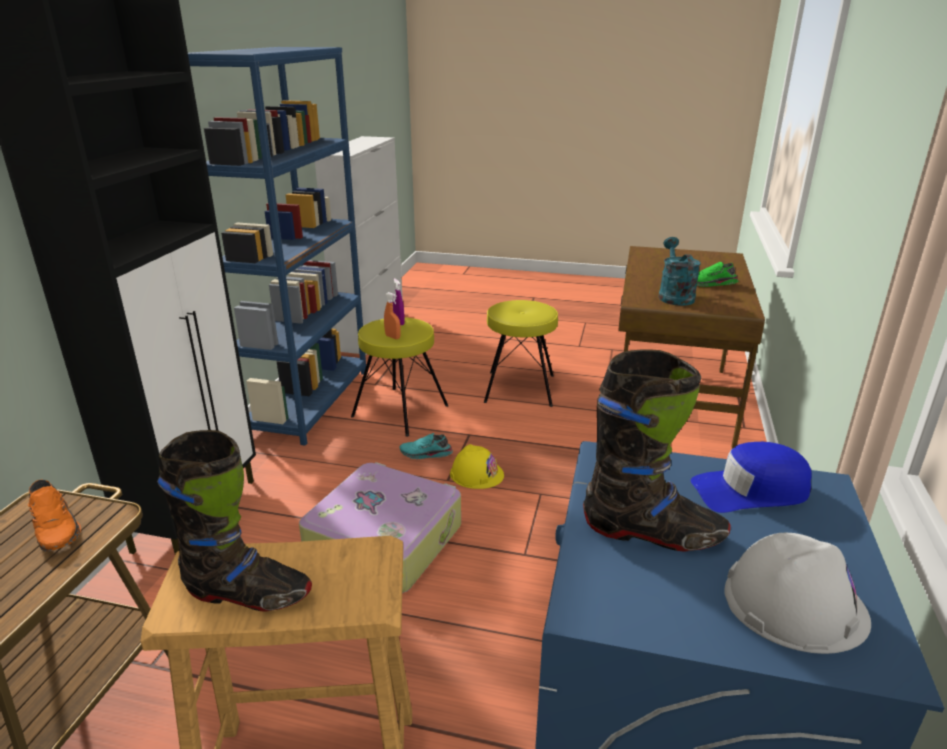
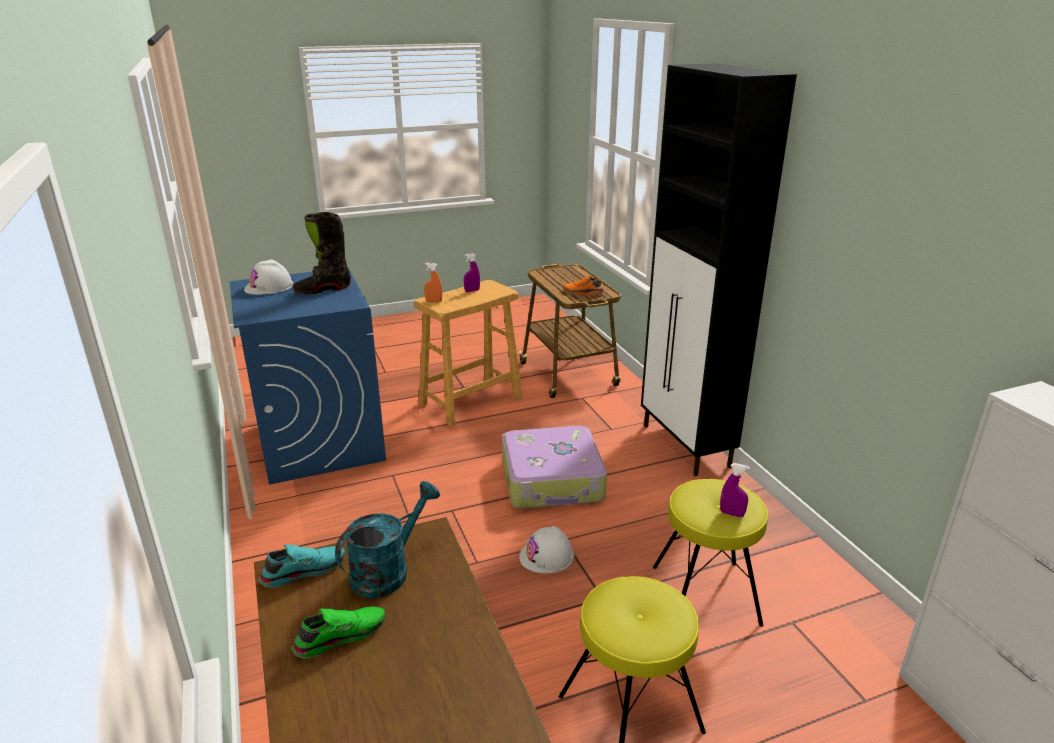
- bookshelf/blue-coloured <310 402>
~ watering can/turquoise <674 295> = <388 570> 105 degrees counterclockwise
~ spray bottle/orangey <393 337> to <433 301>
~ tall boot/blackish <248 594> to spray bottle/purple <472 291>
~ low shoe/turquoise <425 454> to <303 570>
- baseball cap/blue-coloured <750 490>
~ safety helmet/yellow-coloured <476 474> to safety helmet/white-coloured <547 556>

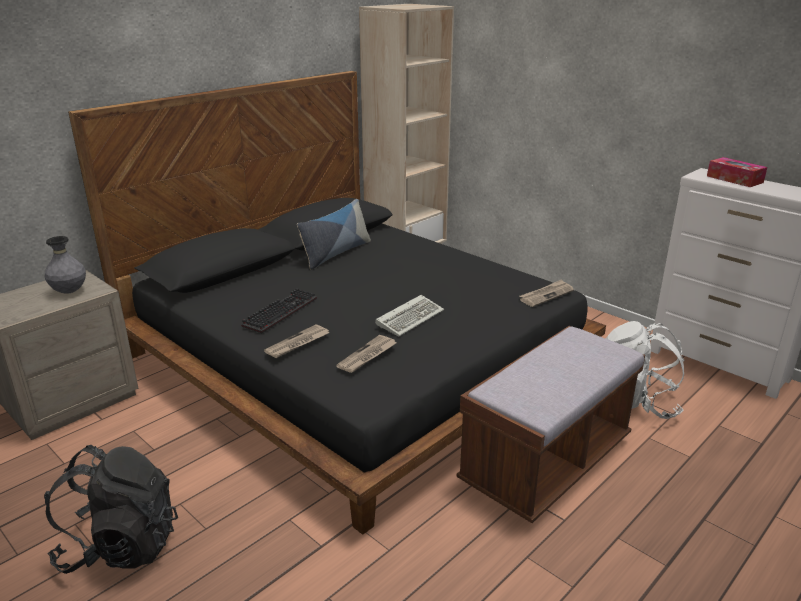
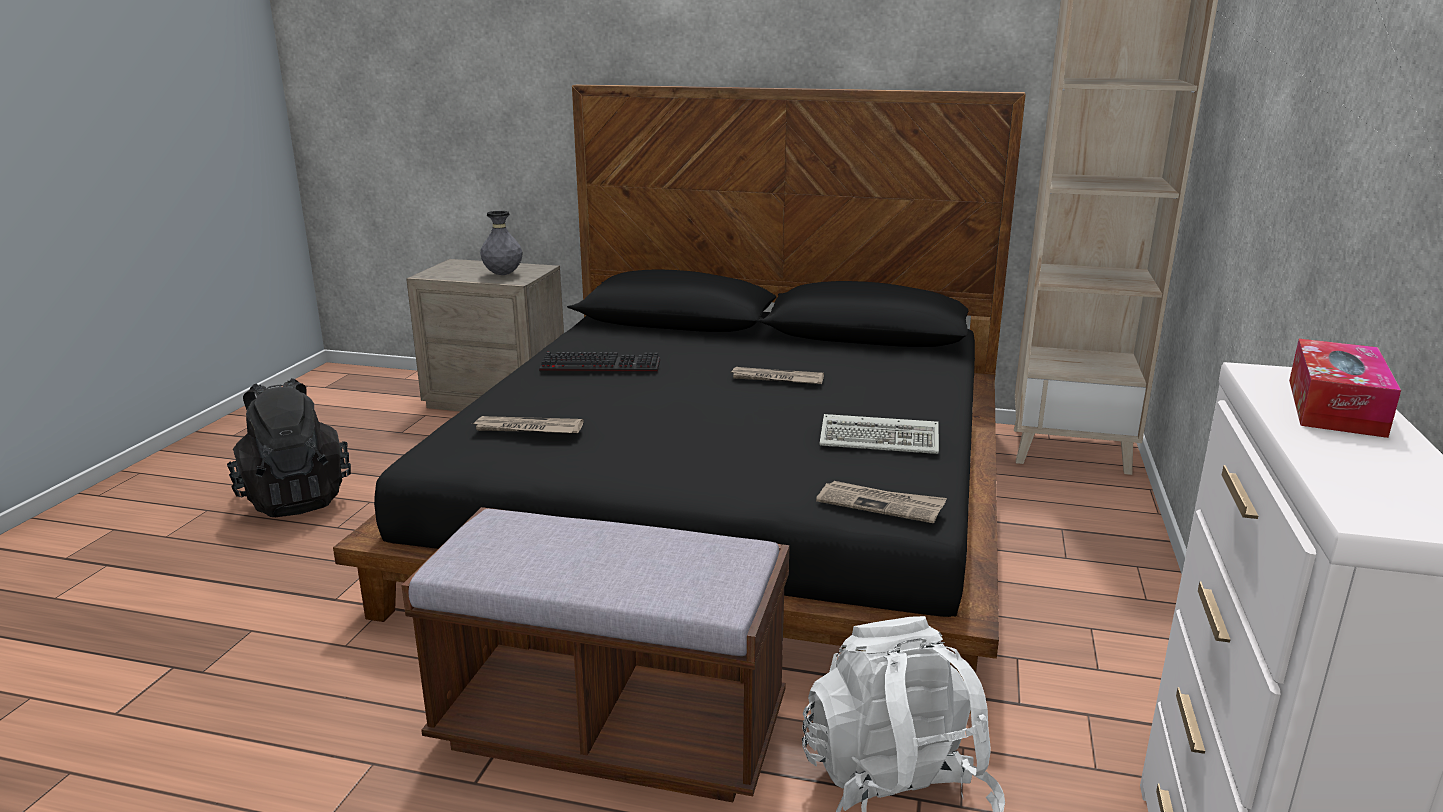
- throw pillow <336 253>
~ PC keyboard <410 317> to <882 440>
~ printed paper <297 343> to <776 379>

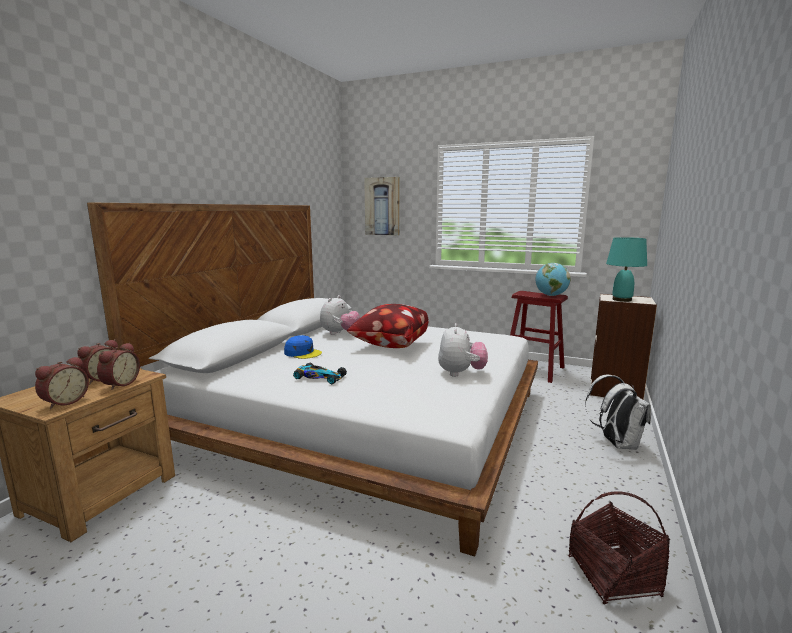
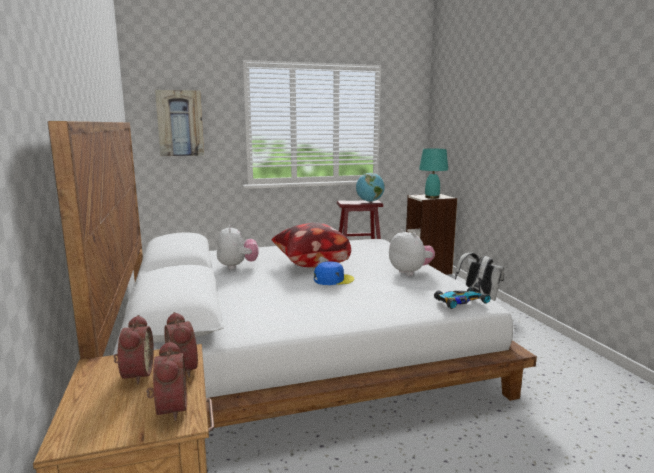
~ baseball cap/blue-coloured <303 353> to <333 279>
~ model car <319 377> to <460 301>
- basket <613 576>

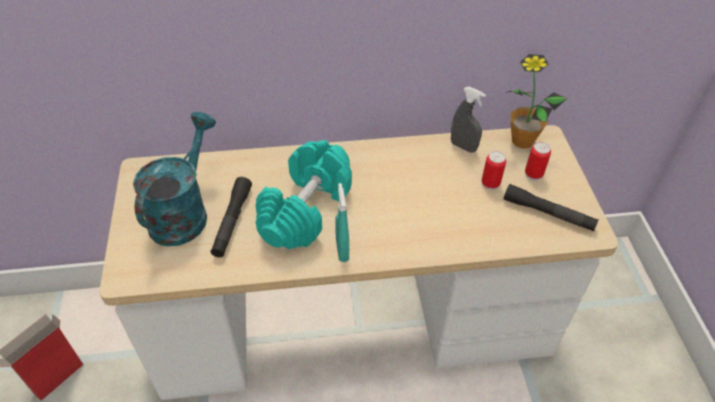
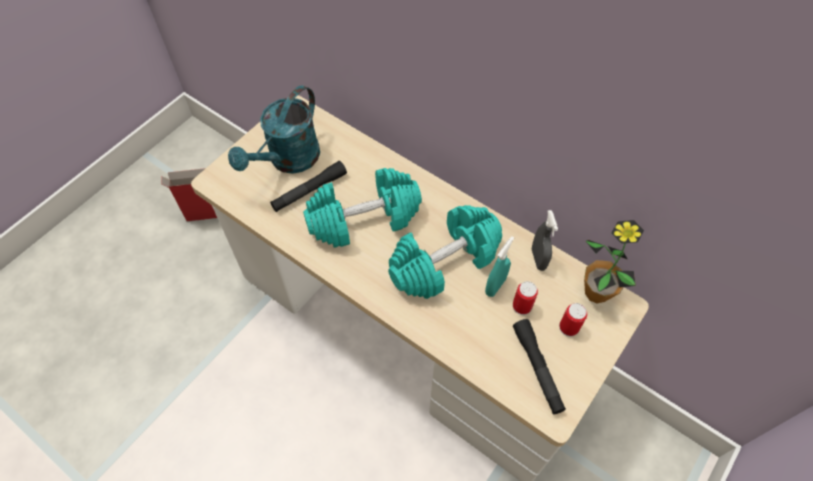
~ watering can/turquoise <183 212> = <288 161> 150 degrees clockwise
~ spray bottle/turquoise <342 250> to <495 286>
+ dumbbell/turquoise <444 261>

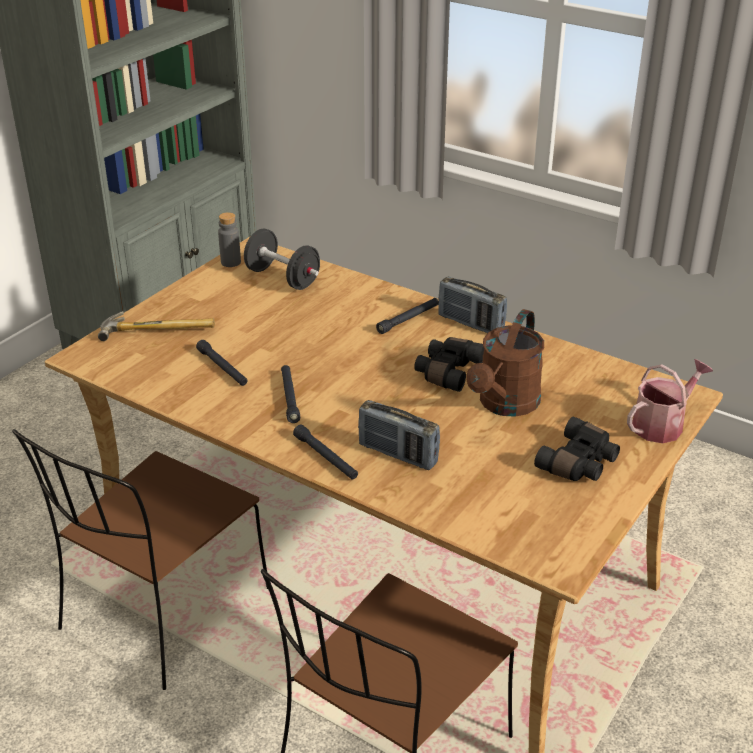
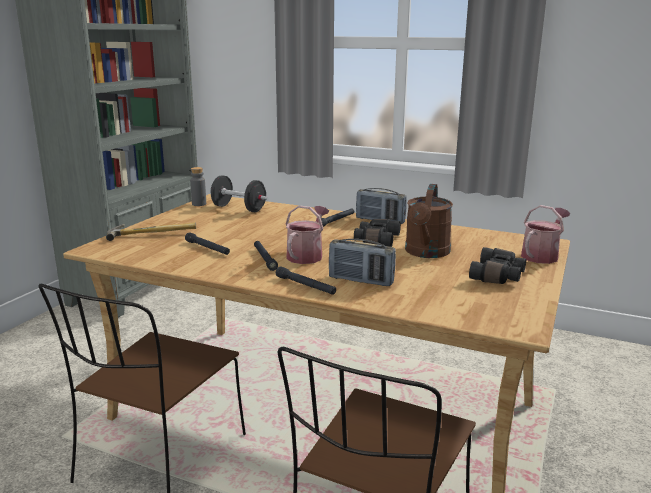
+ watering can <307 255>

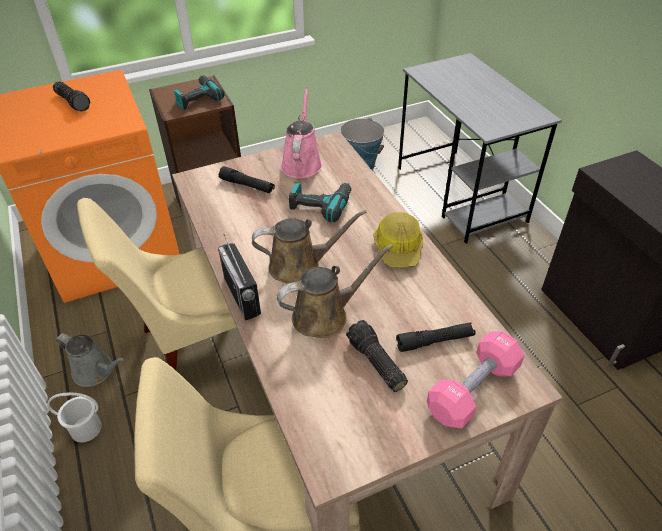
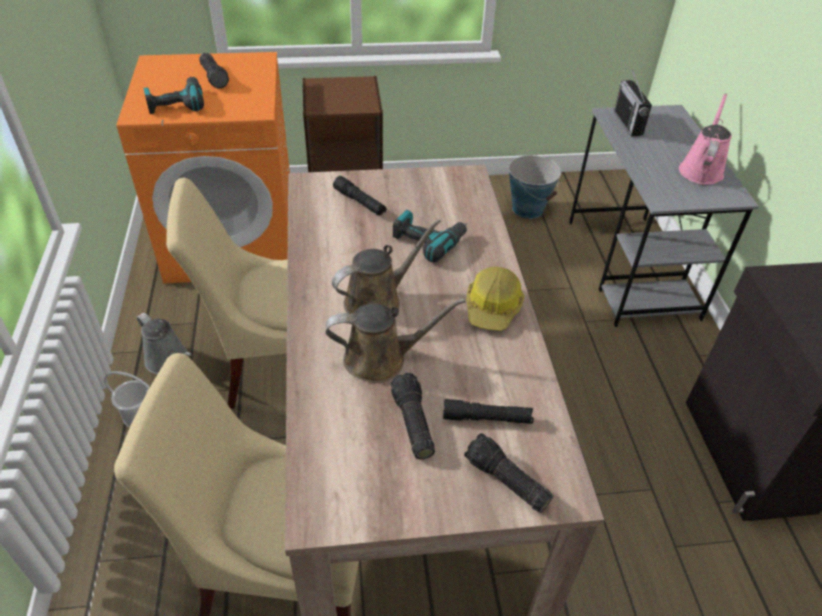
~ drill <197 98> to <176 103>
~ watering can/pinkish <302 163> to <701 169>
~ watering can/brownish <300 266> = <377 300> 45 degrees counterclockwise
~ radio set <242 296> to <628 123>
~ dumbbell/pinkish <473 389> to flashlight <505 481>

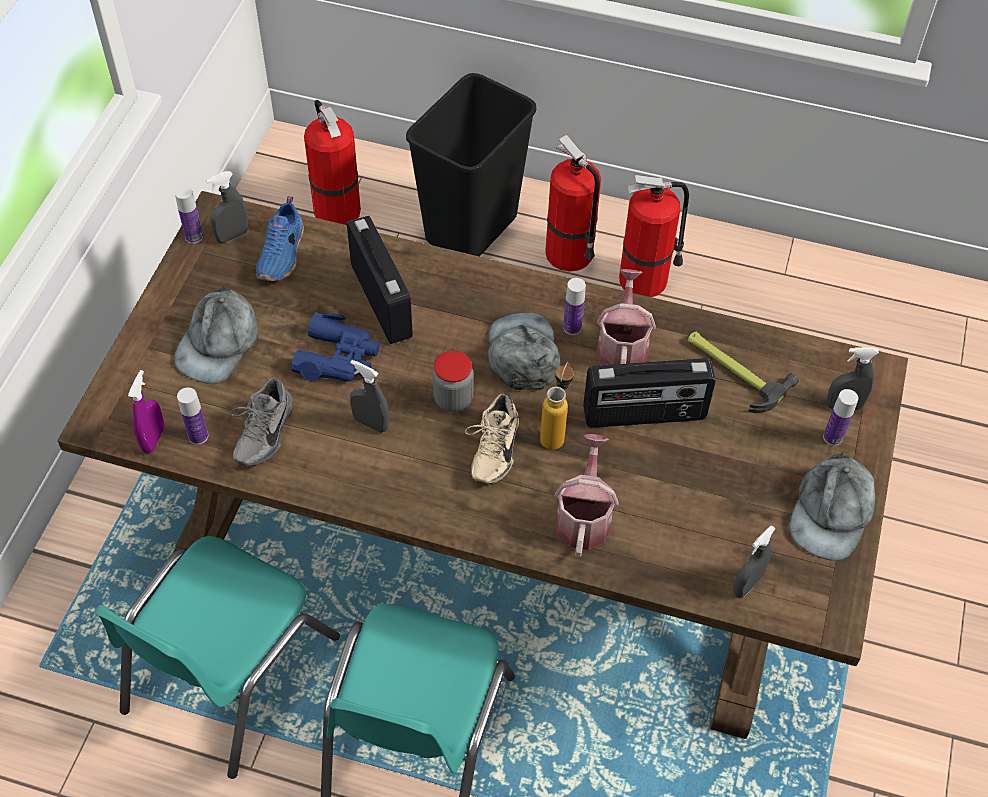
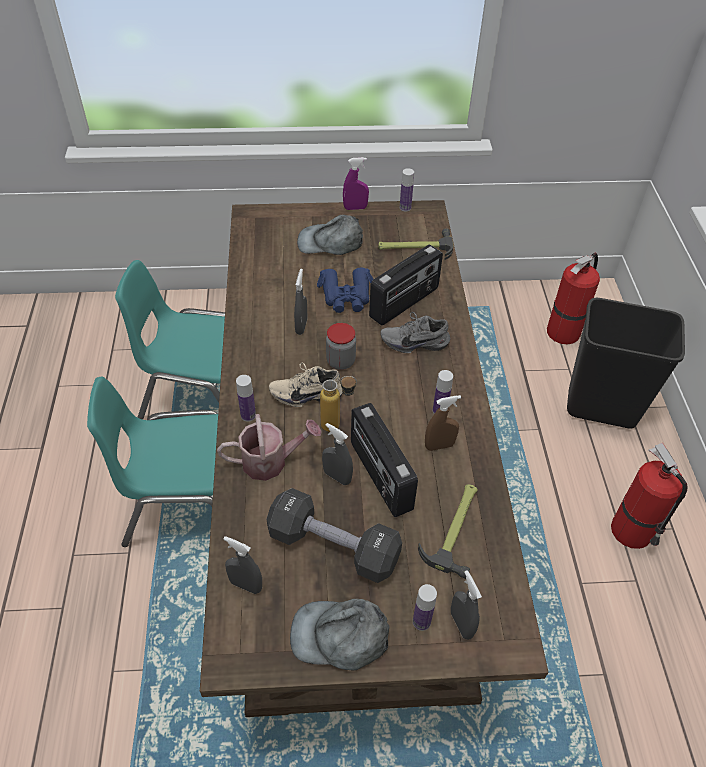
- extinguisher <571 254>
~ spray bottle/greyish <232 236> to <337 477>
~ low shoe/blue-coloured <283 254> to hammer <415 247>
~ watering can <622 346> to spray bottle/brownish <439 446>
- baseball cap/greyish <522 353>
~ spray bottle/purple <153 439> to <355 208>
~ low shoe/greyish <261 433> to <414 342>
~ drink bottle <198 436> to <248 415>
+ dumbbell/blackish <333 546>

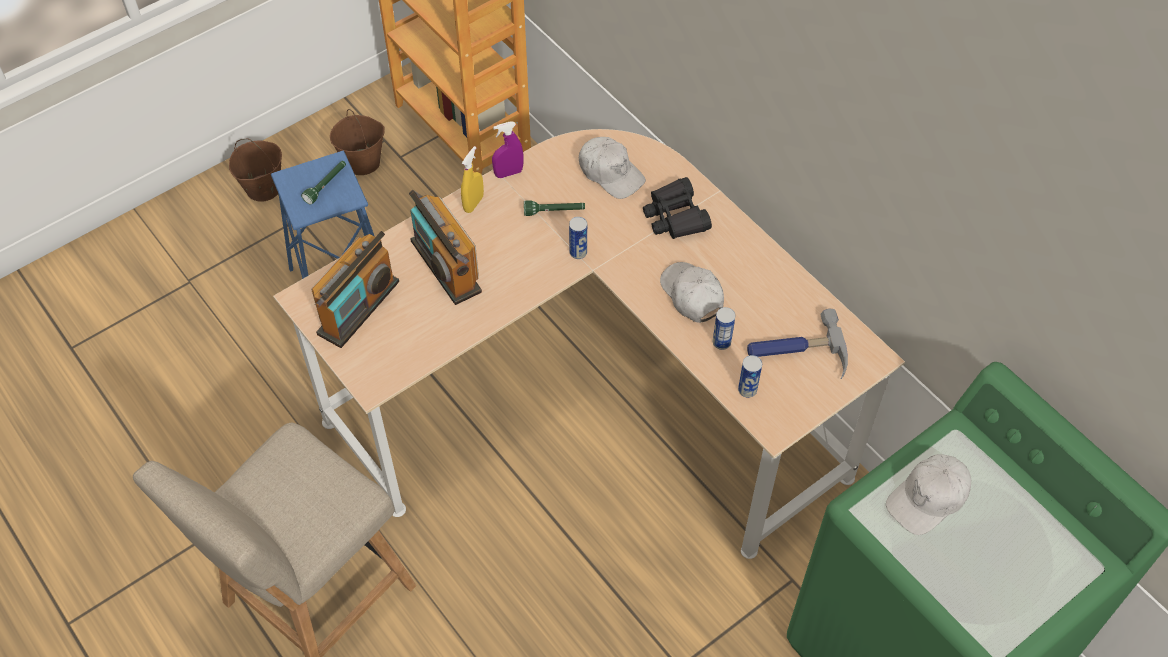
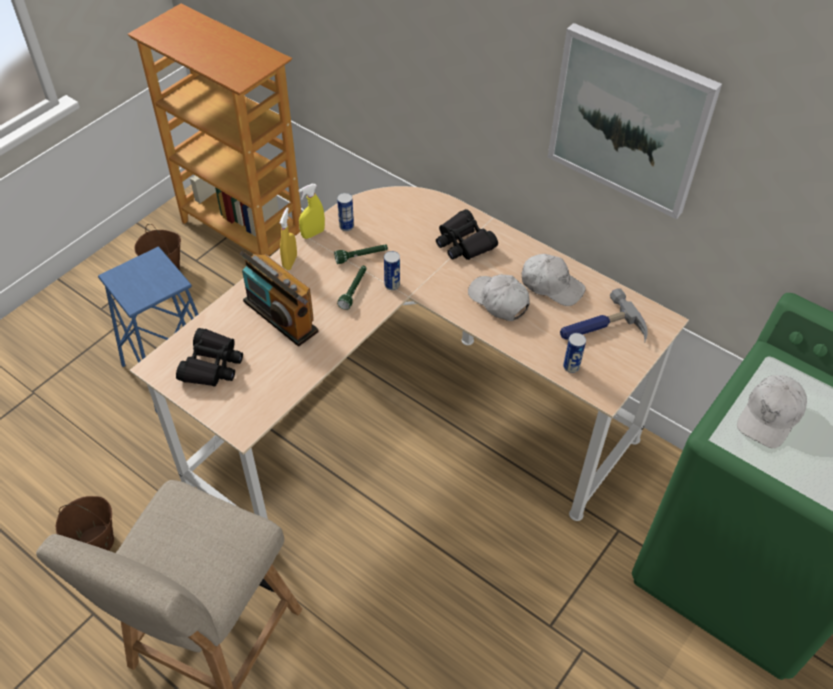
~ spray bottle/purple <508 173> to spray bottle/yellow-coloured <313 234>
~ baseball cap/white-coloured <610 173> to <551 285>
~ water bucket/brownish <263 188> to <95 542>
~ flashlight/green <326 185> to <354 290>
~ radio set <359 308> to binoculars/blackish <212 365>
~ can <721 342> to <346 226>
+ wall picture <629 121>

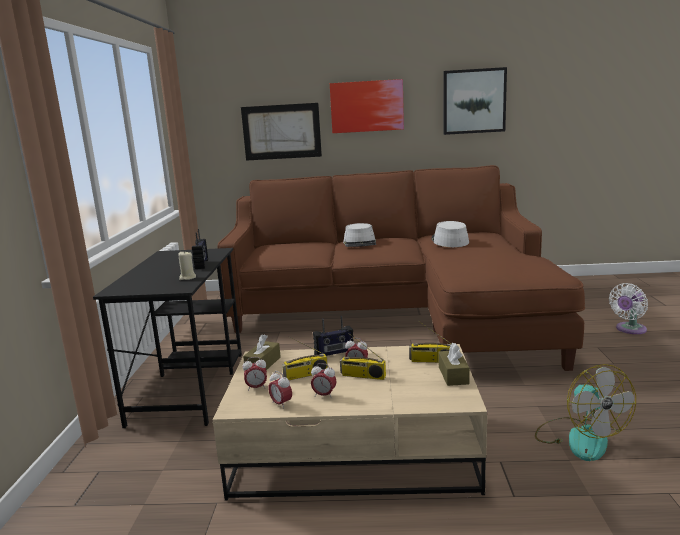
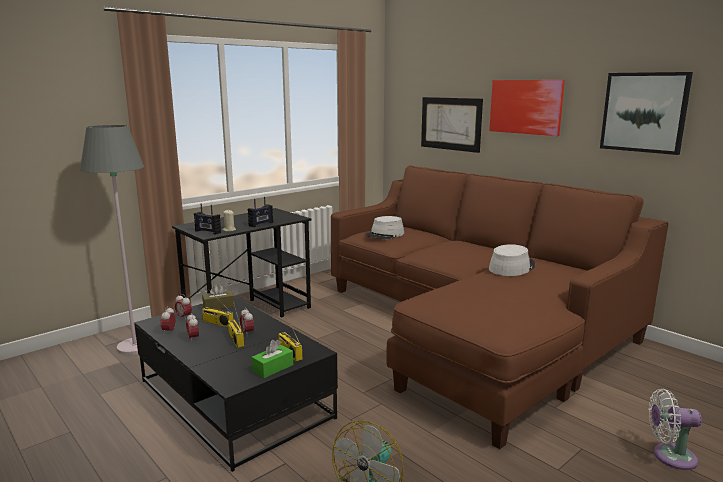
~ clothing hat/greyish <360 243> to <385 235>
~ radio set <334 355> to <208 232>
~ tissue holder/brownish <453 375> to tissue holder/green <273 368>
~ low table/beige-coloured <356 451> to low table/blackish <235 399>
+ standing lamp/greyish <134 347>

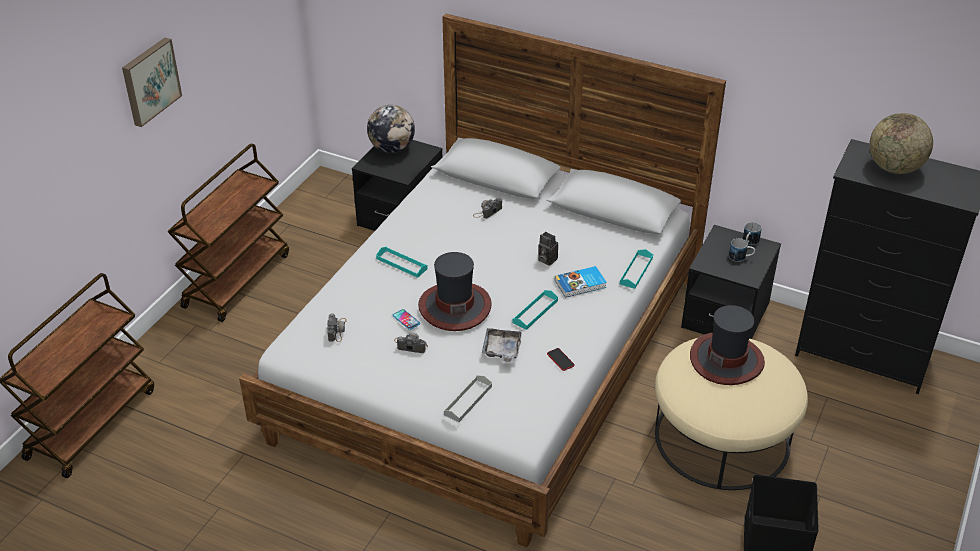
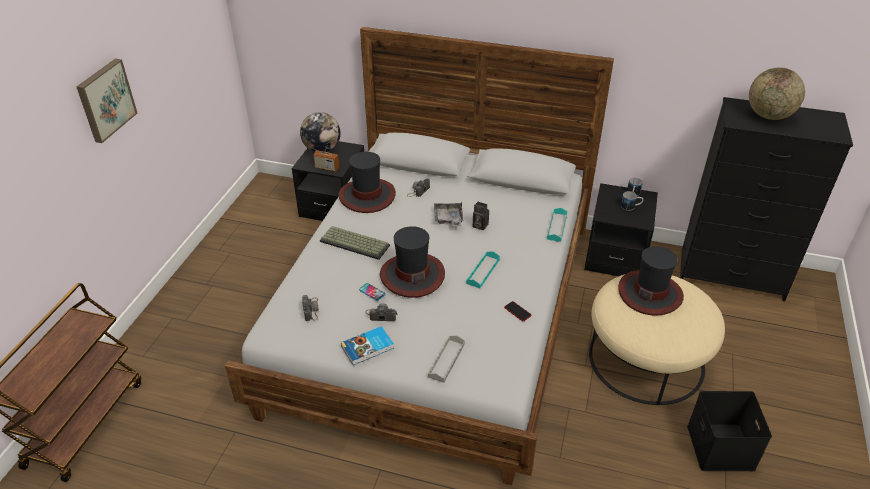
- trolley/brownish <236 279>
~ serving tray/turquoise <401 264> to PC keyboard <356 243>
~ bound book <581 284> to <368 348>
~ serving tray/greyish <502 351> to <448 219>
+ radio set <327 168>
+ clothing hat <367 196>

